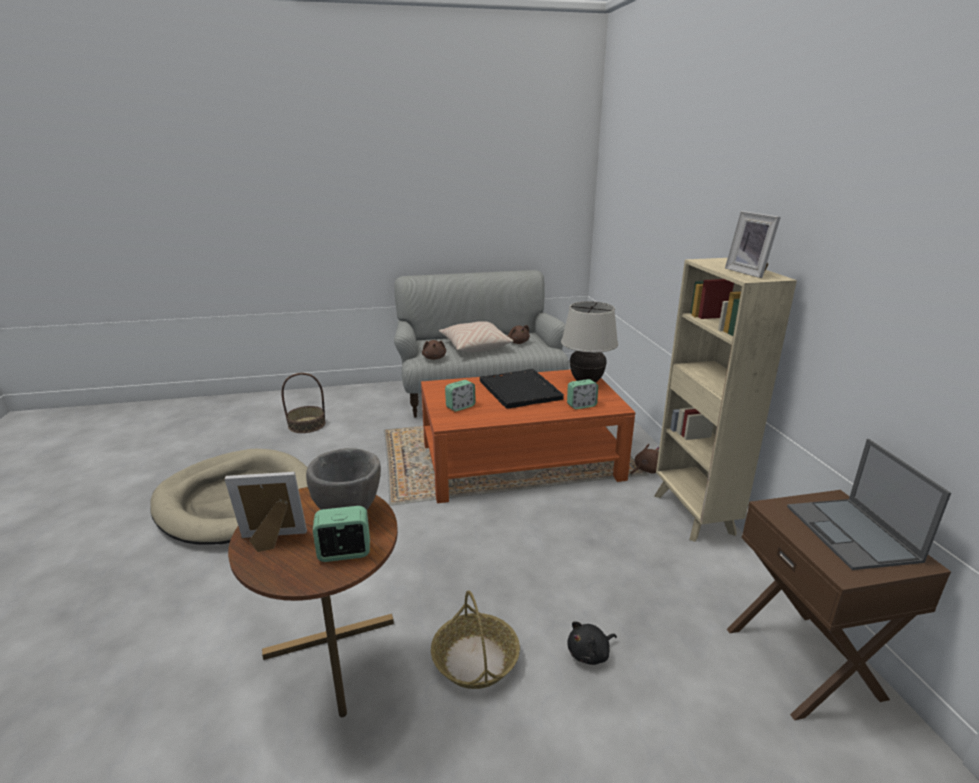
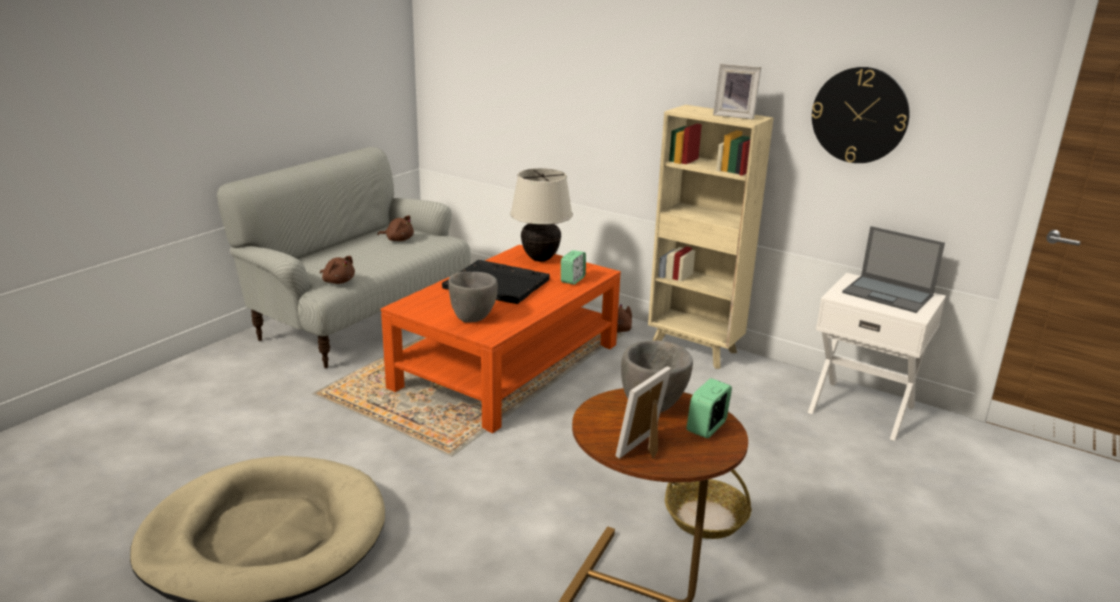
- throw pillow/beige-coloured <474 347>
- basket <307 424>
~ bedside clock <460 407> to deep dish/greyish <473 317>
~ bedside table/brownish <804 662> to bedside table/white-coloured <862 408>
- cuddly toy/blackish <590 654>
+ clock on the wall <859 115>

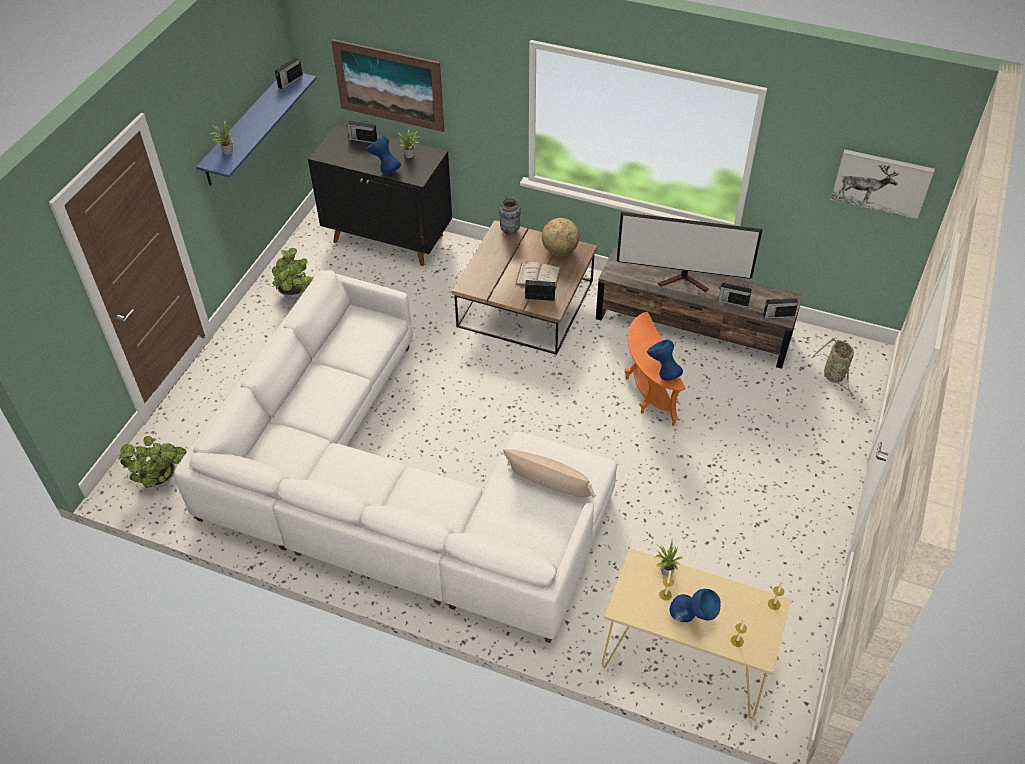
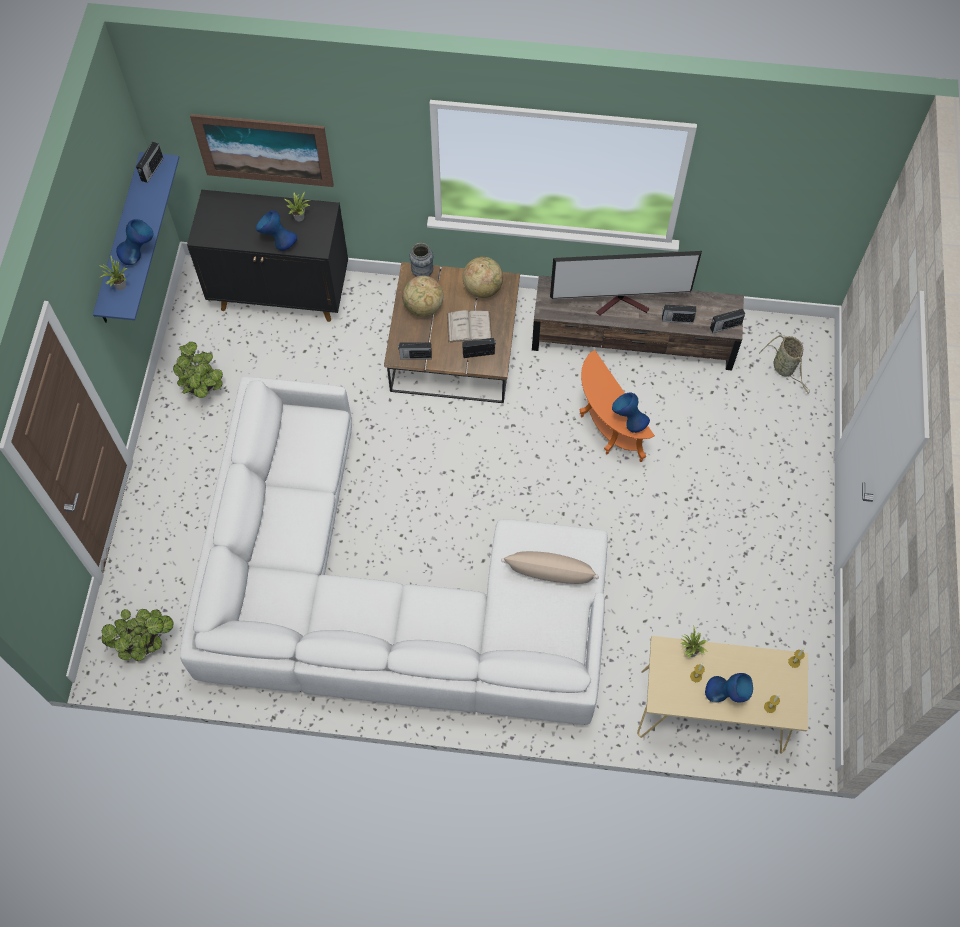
~ radio set <362 139> to <415 356>
- wall picture <881 182>
+ flower vase/blue-coloured <139 254>
+ globe <423 307>

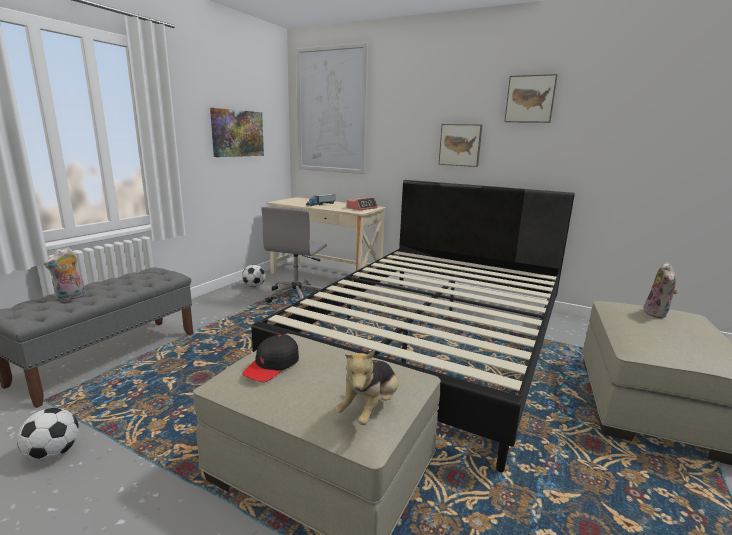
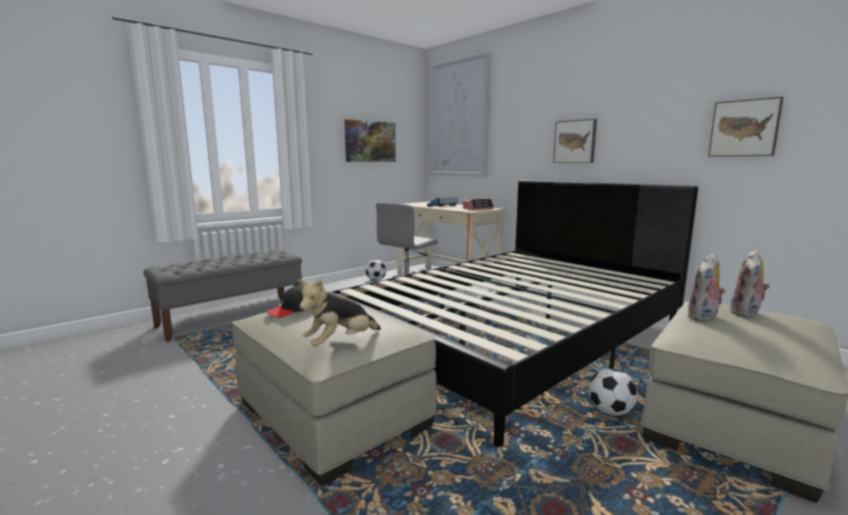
~ wall picture <530 99> to <744 128>
~ cuddly toy <71 298> to <703 318>
~ football ball <53 453> to <610 412>

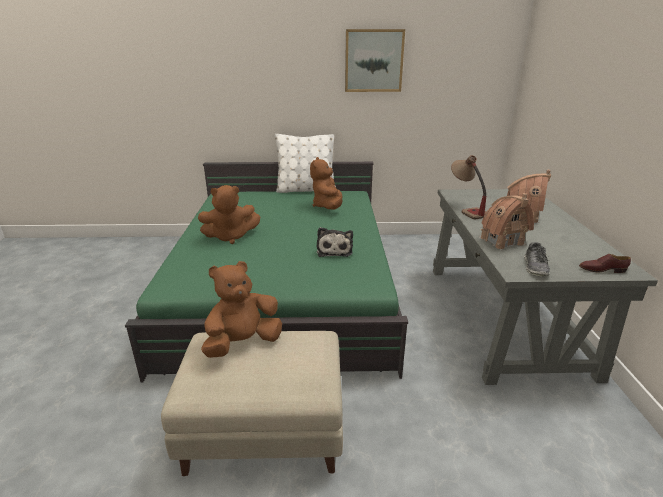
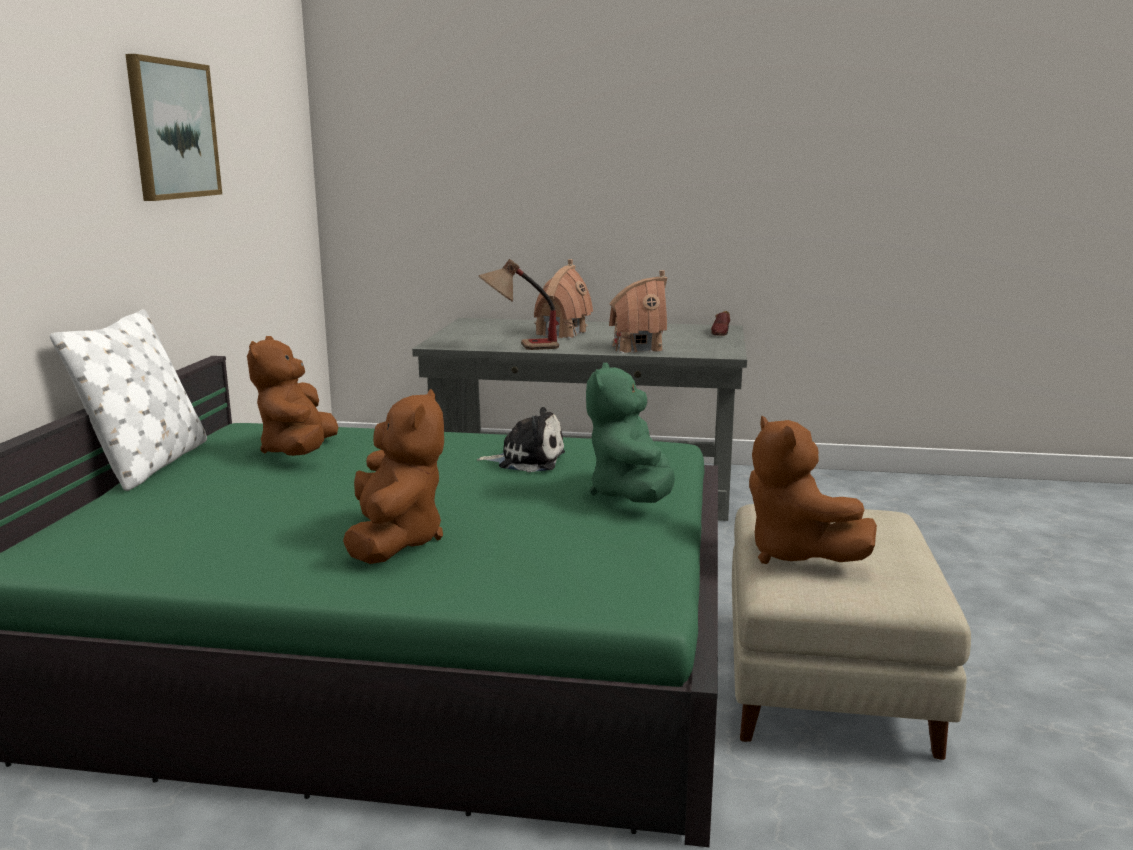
~ cuddly toy/brownish <328 206> = <299 452> 75 degrees clockwise
- low shoe <535 267>
+ cuddly toy/green <631 495>

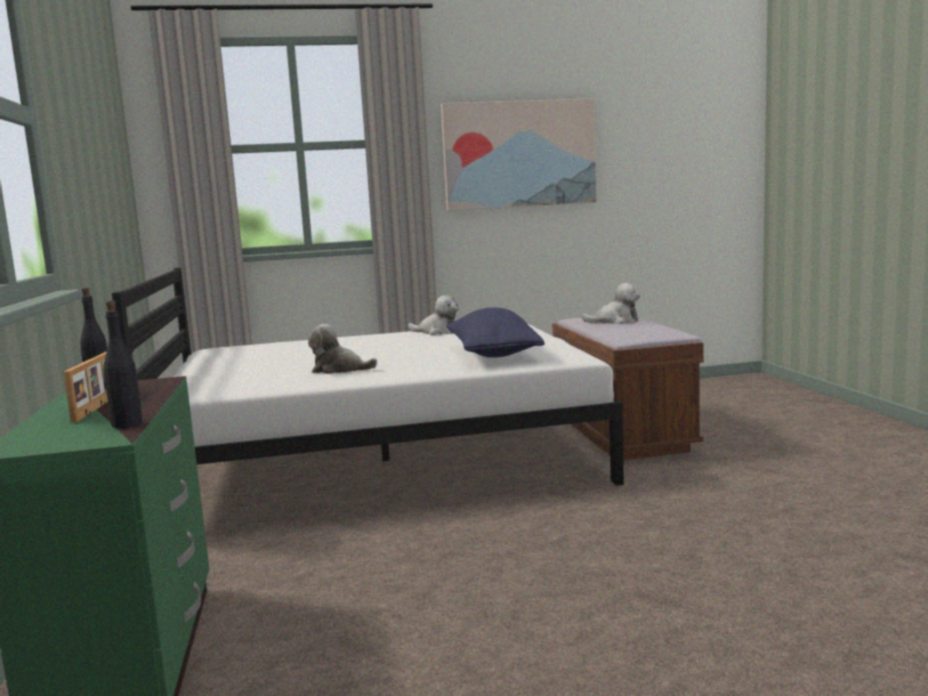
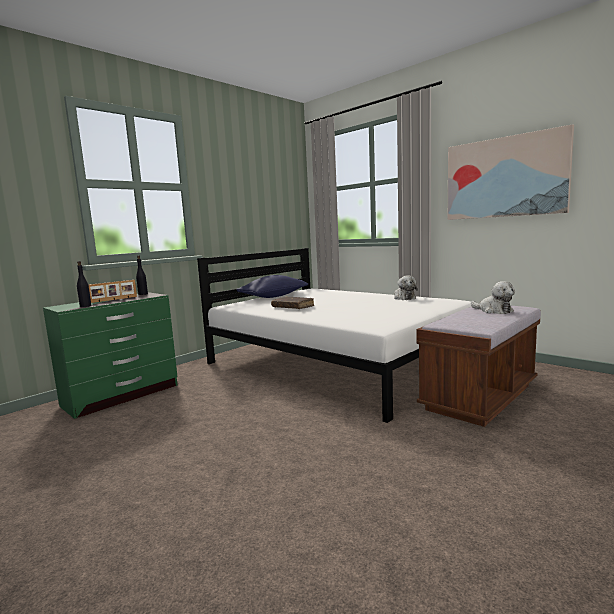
~ throw pillow/blue-coloured <492 354> to <273 296>
~ cuddly toy <339 369> to bound book/brownish <292 307>

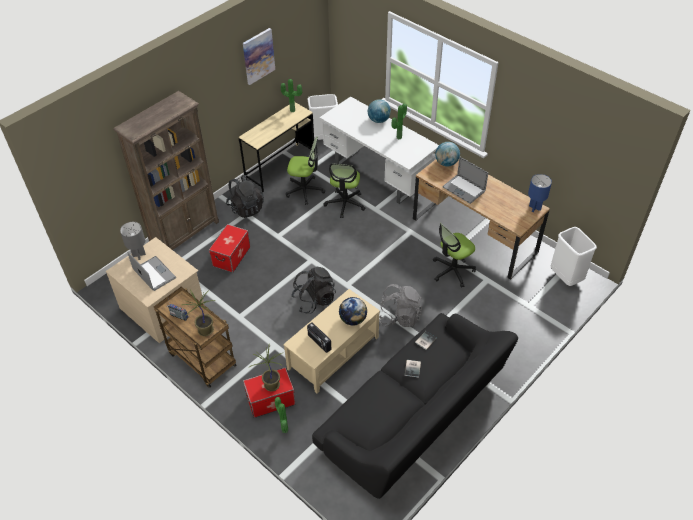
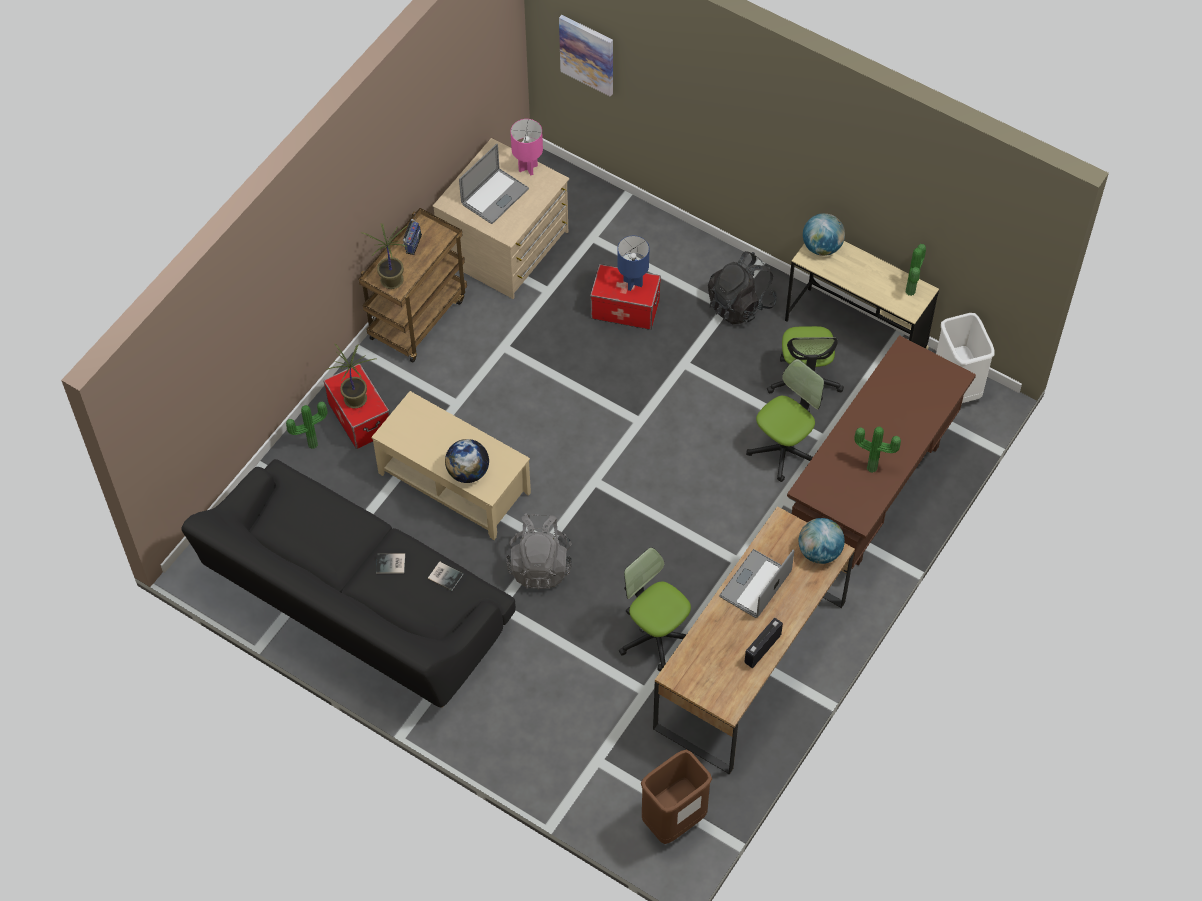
~ wall picture <258 56> to <587 54>
- bookshelf/brownish <185 233>
~ desk/white-coloured <378 175> to desk/brownish <872 492>
~ globe <379 120> to <822 247>
~ computer chair <345 204> = <784 450> 135 degrees clockwise
~ lamp for a table/blue-coloured <535 208> to <633 283>
~ lamp for a table/greyish <139 255> to lamp for a table/pinkish <528 168>
~ trash can/white-coloured <566 278> to trash can/brownish <674 821>
- backpack/blackish <314 300>
~ radio set <319 342> to <762 649>

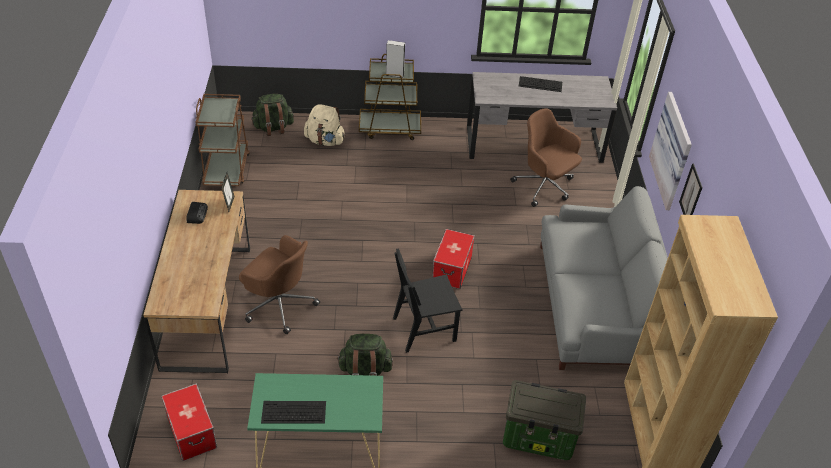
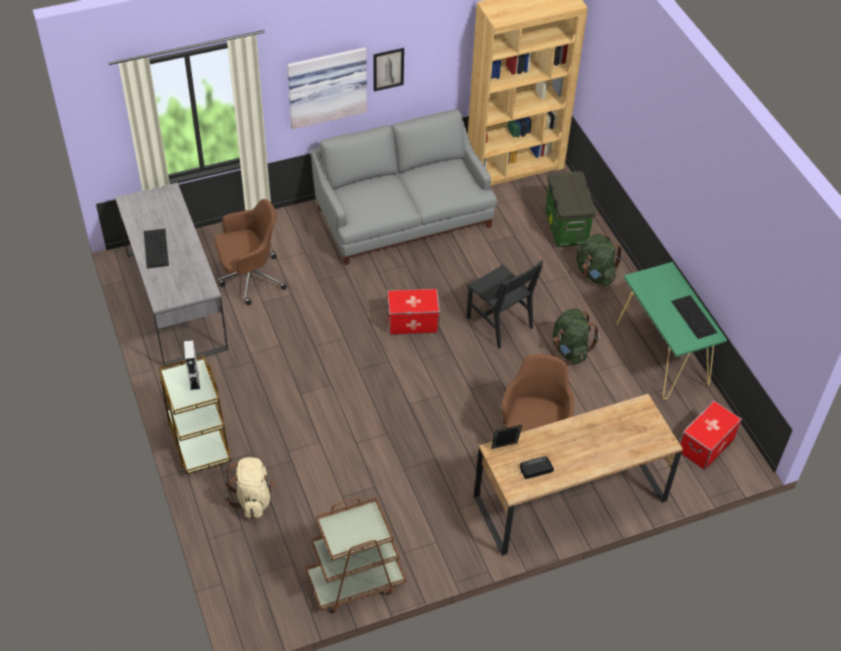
~ backpack/green <273 128> to <595 274>
~ computer chair/brownish <544 186> = <250 278> 135 degrees counterclockwise

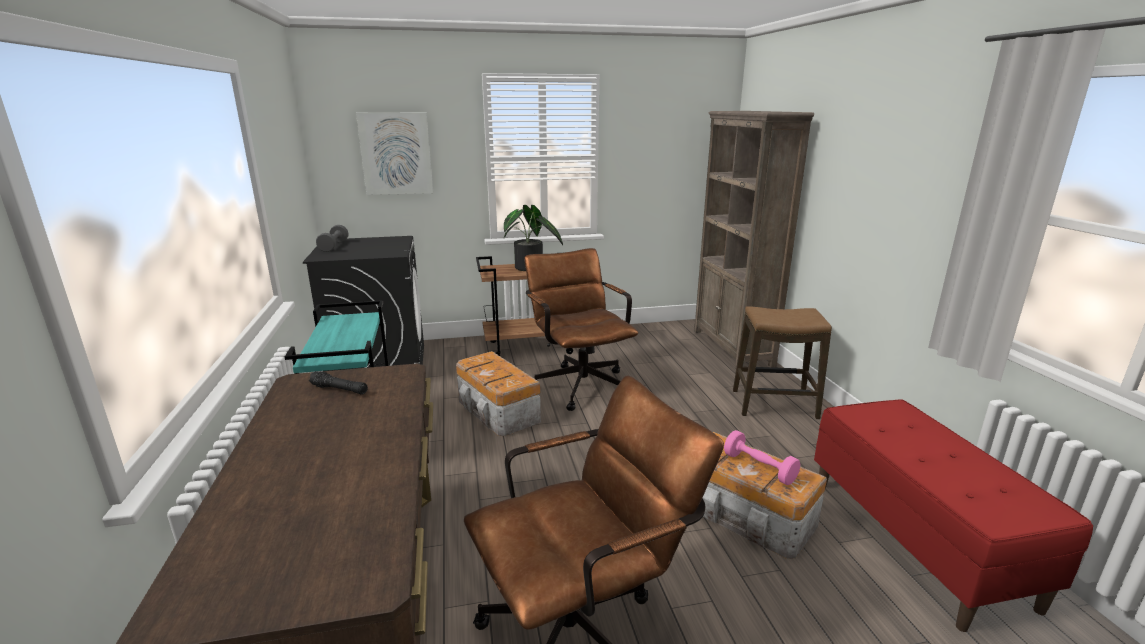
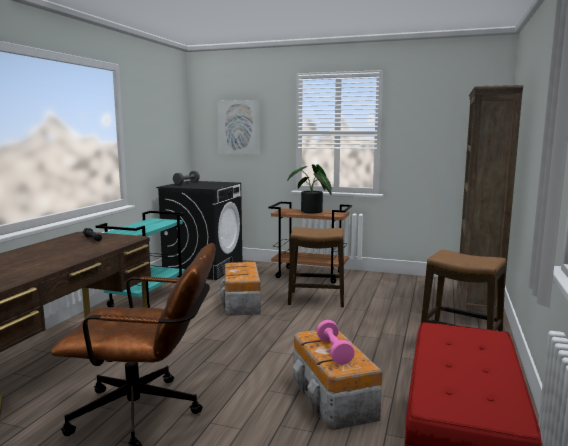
~ computer chair/brownish <579 383> to sitting stool <317 299>

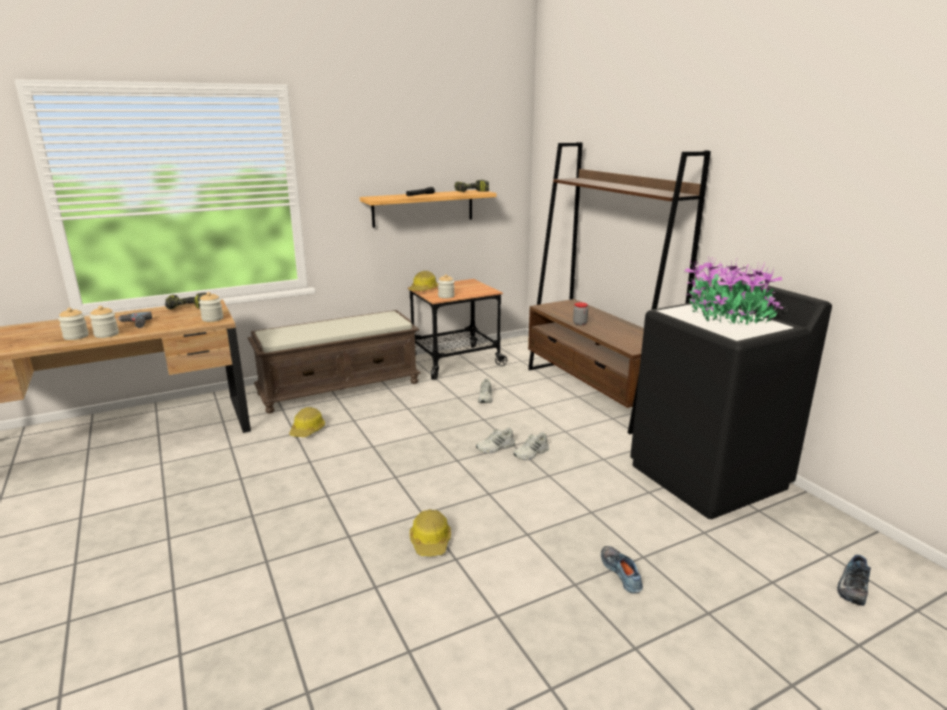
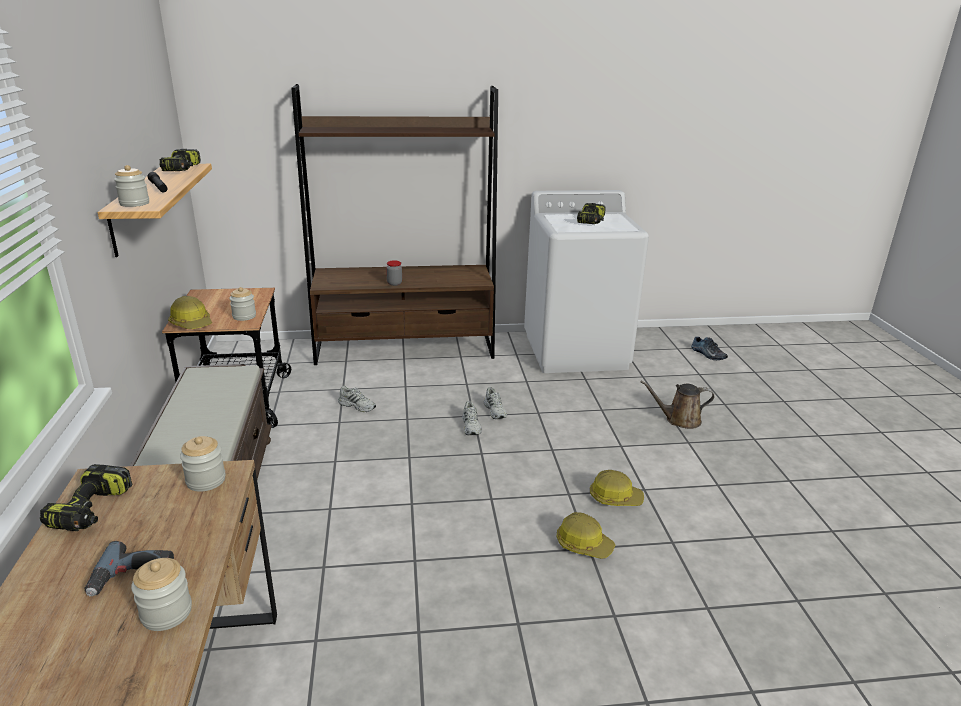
~ potted plant <728 318> to drill <591 221>
~ laundry machine/blackish <708 477> to laundry machine/white-coloured <576 351>
~ preserve jar <76 336> to <134 203>
~ safety helmet <308 430> to <583 544>
~ low shoe <622 572> to watering can/brownish <679 420>

